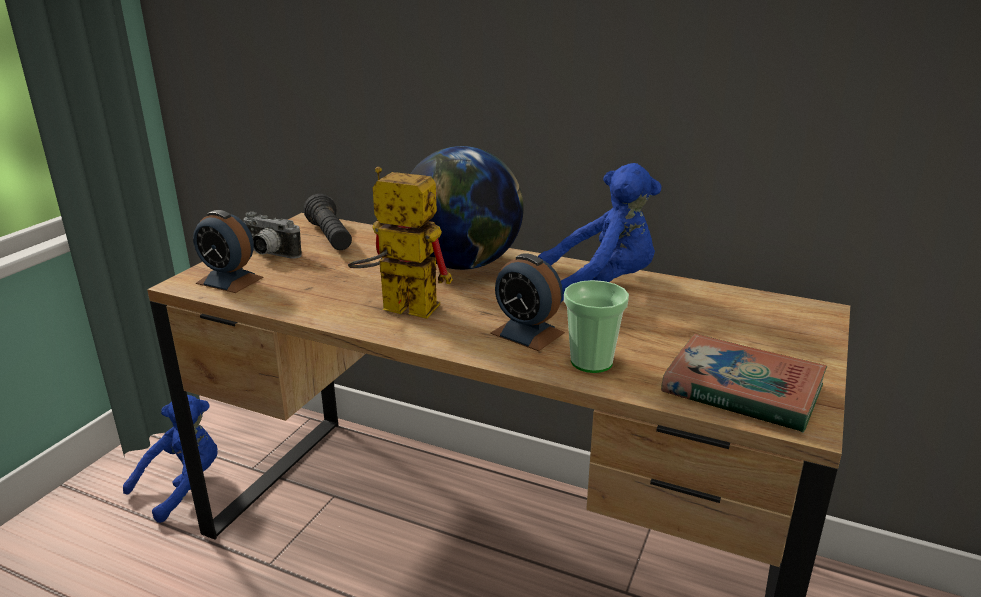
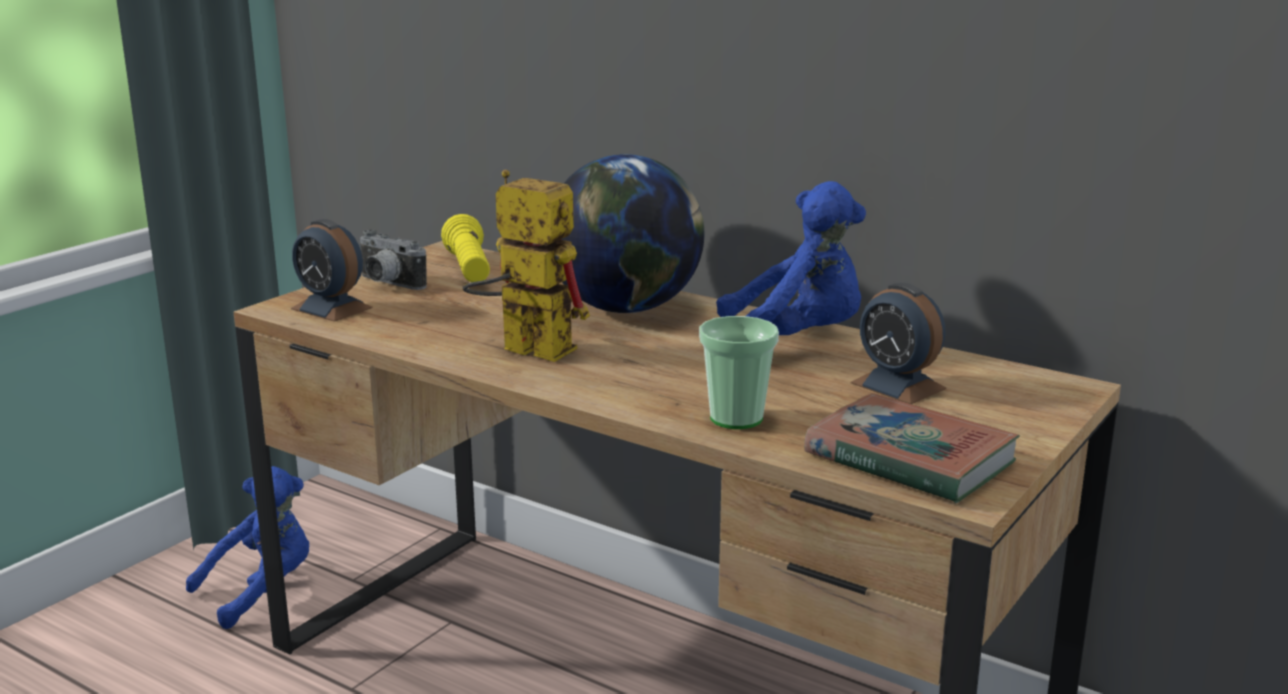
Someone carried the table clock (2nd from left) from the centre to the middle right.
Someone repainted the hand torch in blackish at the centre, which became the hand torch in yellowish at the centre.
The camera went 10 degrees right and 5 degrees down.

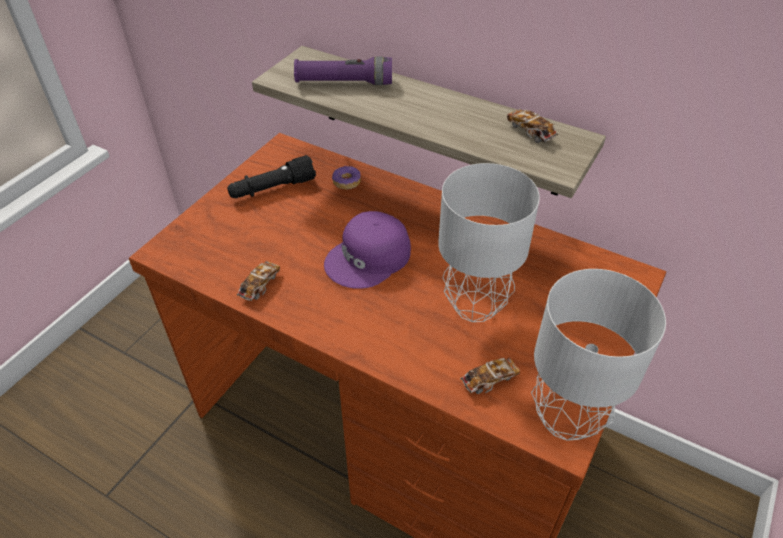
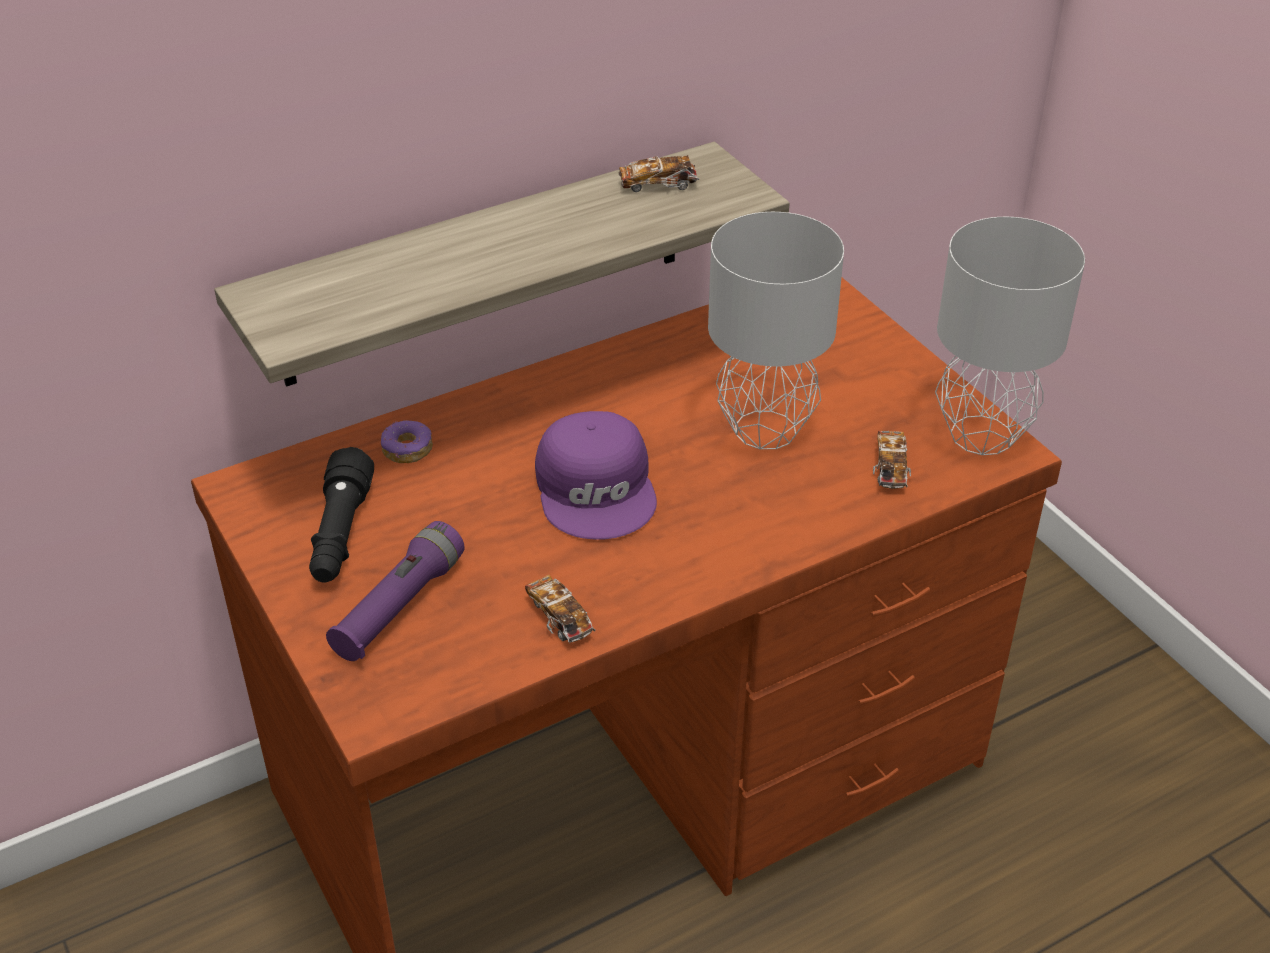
Someone carried the hand torch in purple from the top centre to the middle left.
The camera went 60 degrees left and 5 degrees down.

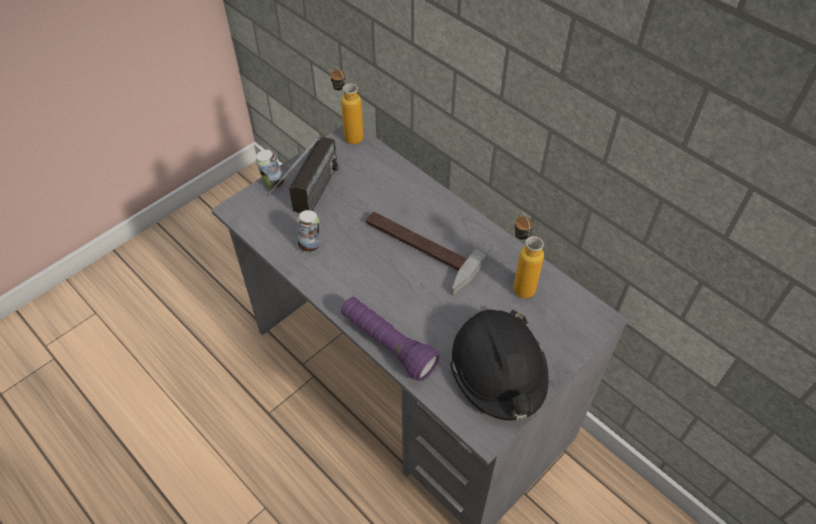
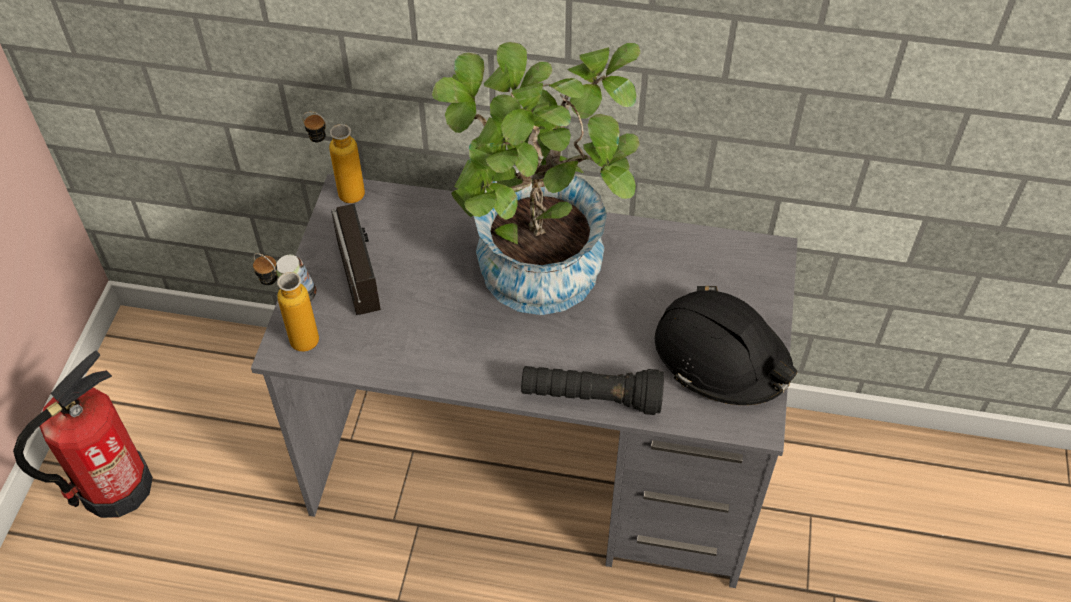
Someone took away the can (2nd from left) at the centre.
Someone put down the extinguisher at the bottom left.
Someone carried the drink bottle (2nd from left in the first image) from the centre to the middle left.
Someone swapped the hammer at the centre for the plant in a pot at the top centre.
Someone repainted the hand torch in purple at the centre, which became the hand torch in blackish at the centre.
The camera went 35 degrees left and 0 degrees up.

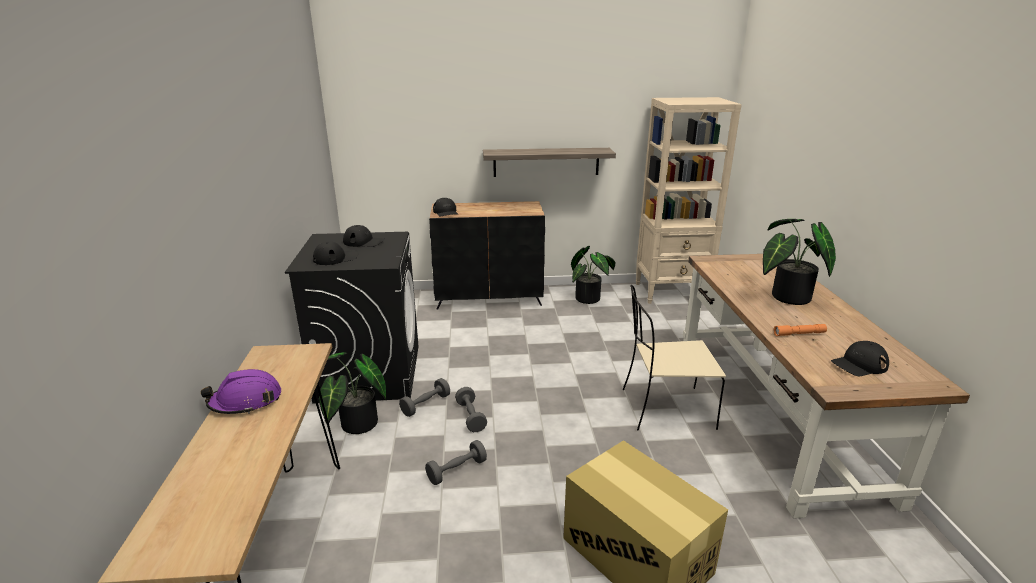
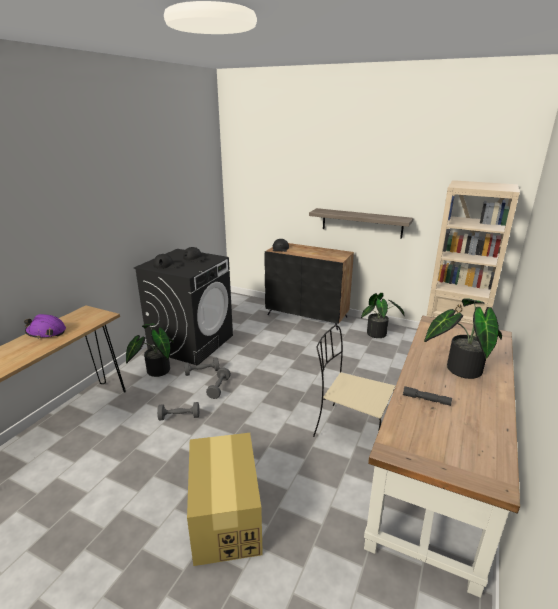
Someone took away the cap in blackish (4th from left) at the middle right.
Someone repainted the hand torch in orange at the middle right, which became the hand torch in grey at the middle right.
The camera went 30 degrees right and 0 degrees up.

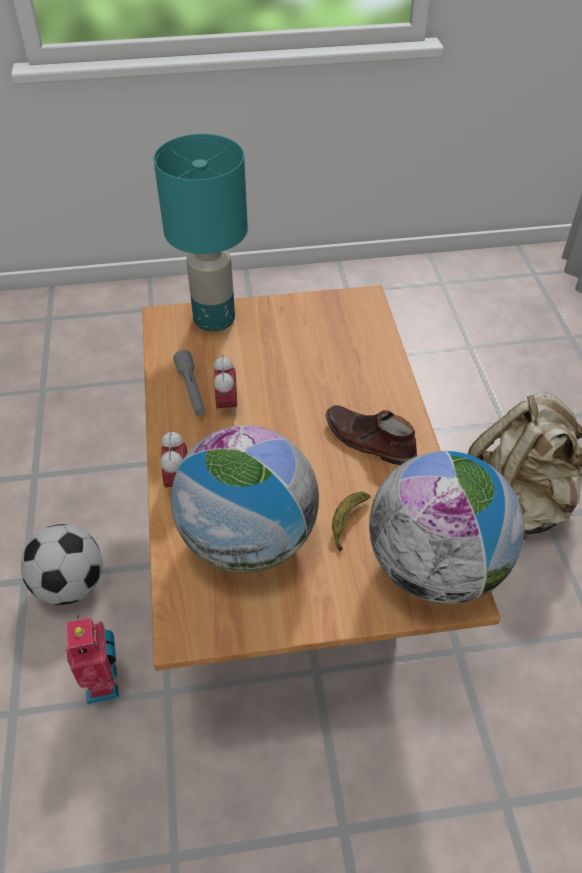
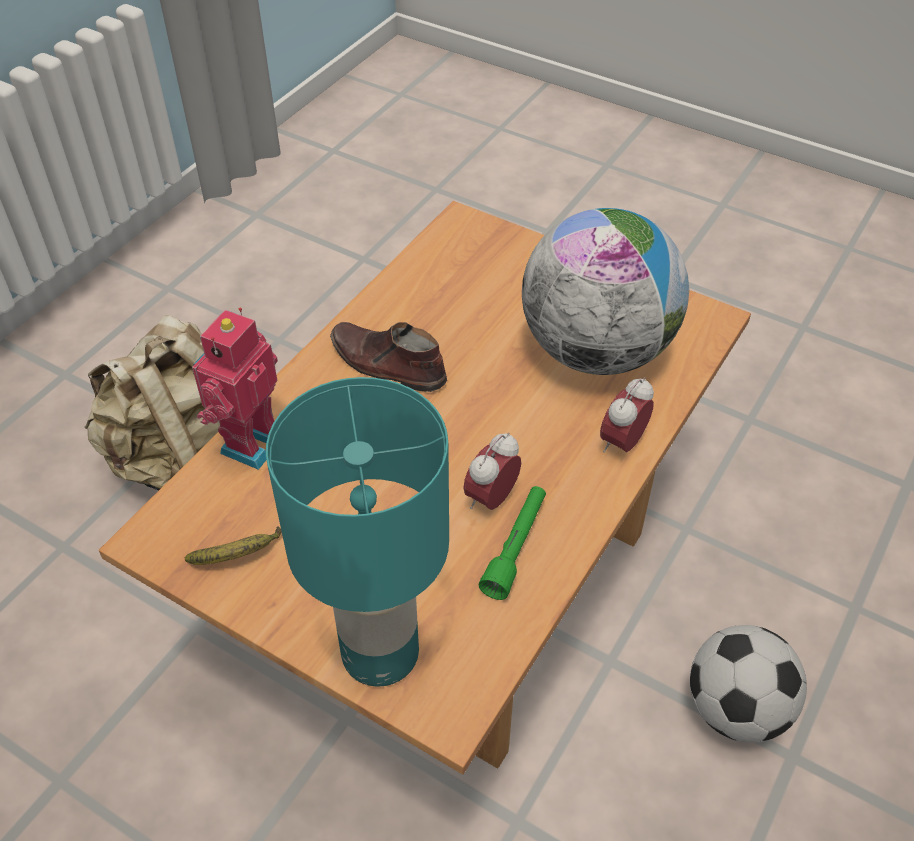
Someone took away the world globe (2nd from left) at the middle right.
Someone carried the model robot from the bottom left to the middle left.
Someone carried the whole banana from the centre to the middle left.
Someone repainted the hand torch in grey at the middle left, which became the hand torch in greenish at the centre.
Someone rotated the low shoe in brownish at the centre by 135 degrees clockwise.
The camera went 140 degrees left and 0 degrees up.

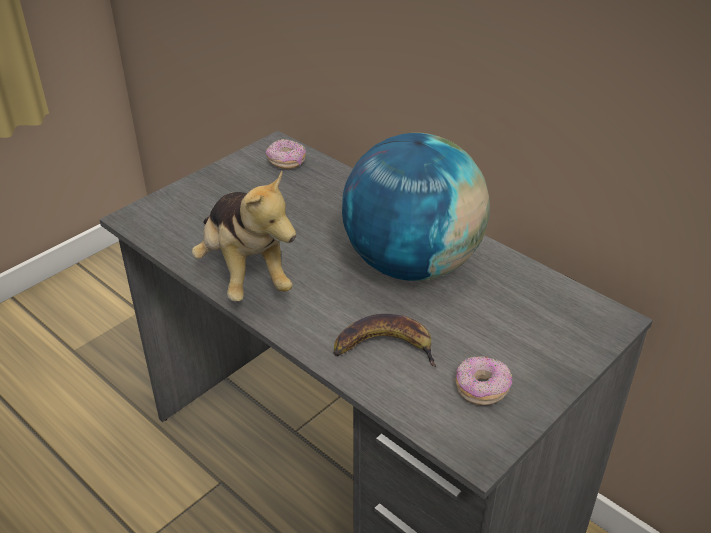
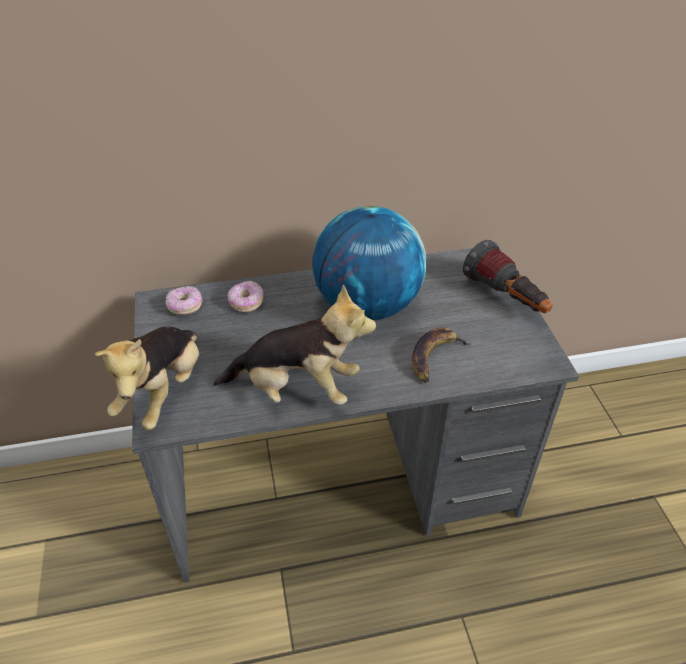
Someone put down the plush toy (1st from left) at the middle left.
Someone put down the hand torch at the middle right.
Someone carried the doughnut (2nd from left) from the bottom right to the centre.
The camera went 55 degrees left and 5 degrees up.

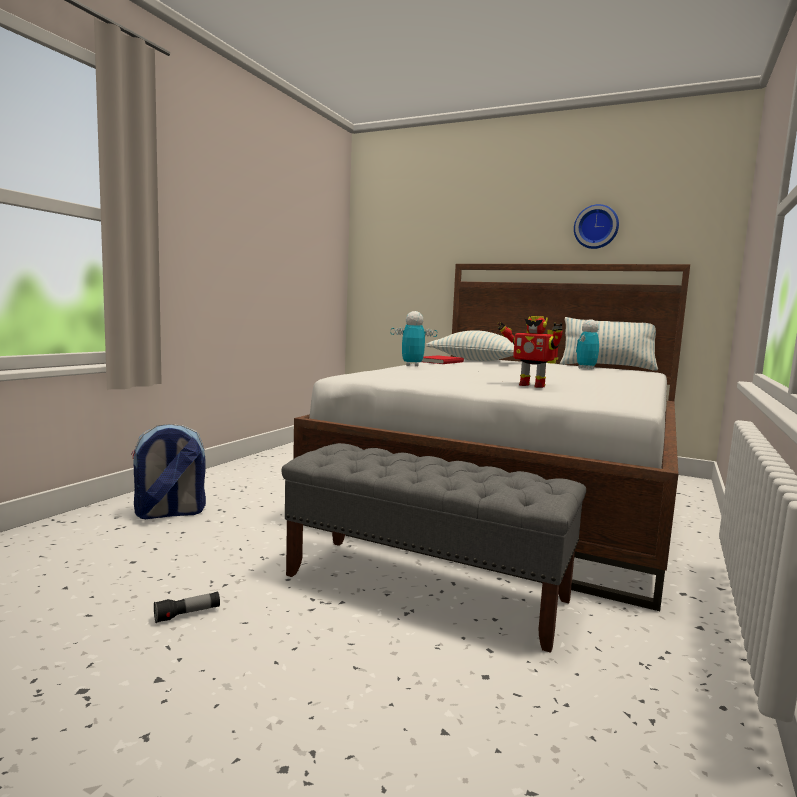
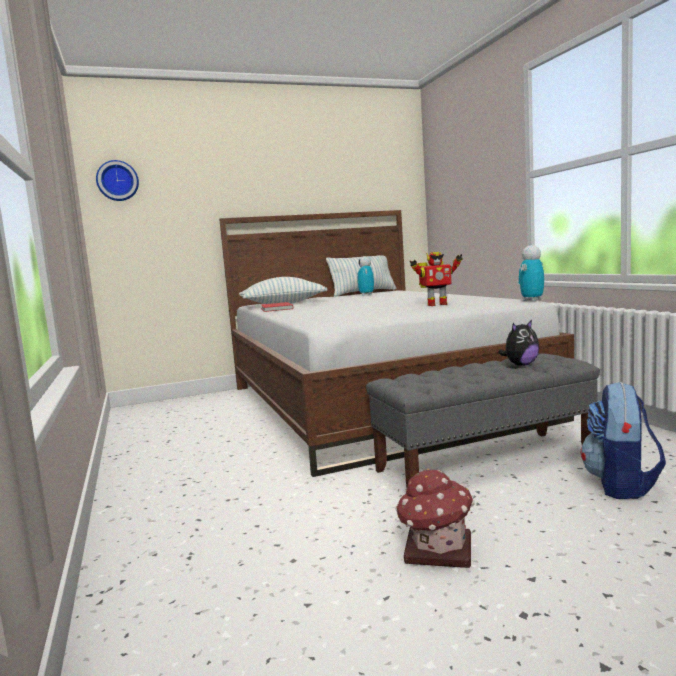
Someone put down the plush toy at the middle right.
Someone carried the backpack from the middle left to the middle right.
Someone carried the model robot (1st from left in the first image) from the centre to the middle right.
Someone carried the clock on the wall from the top right to the top left.
Someone swapped the hand torch at the bottom left for the model house at the bottom centre.
The camera went 45 degrees left and 0 degrees up.

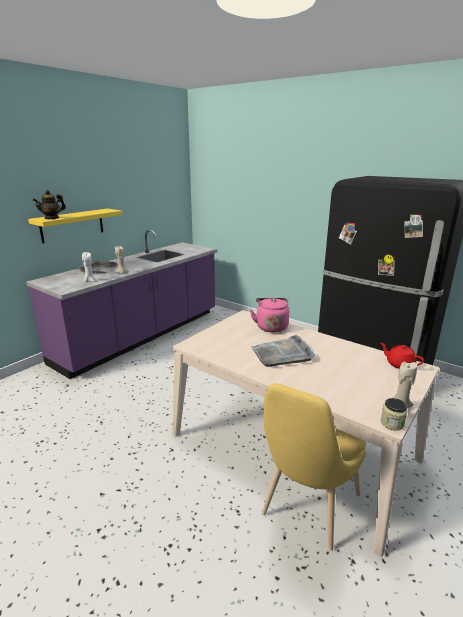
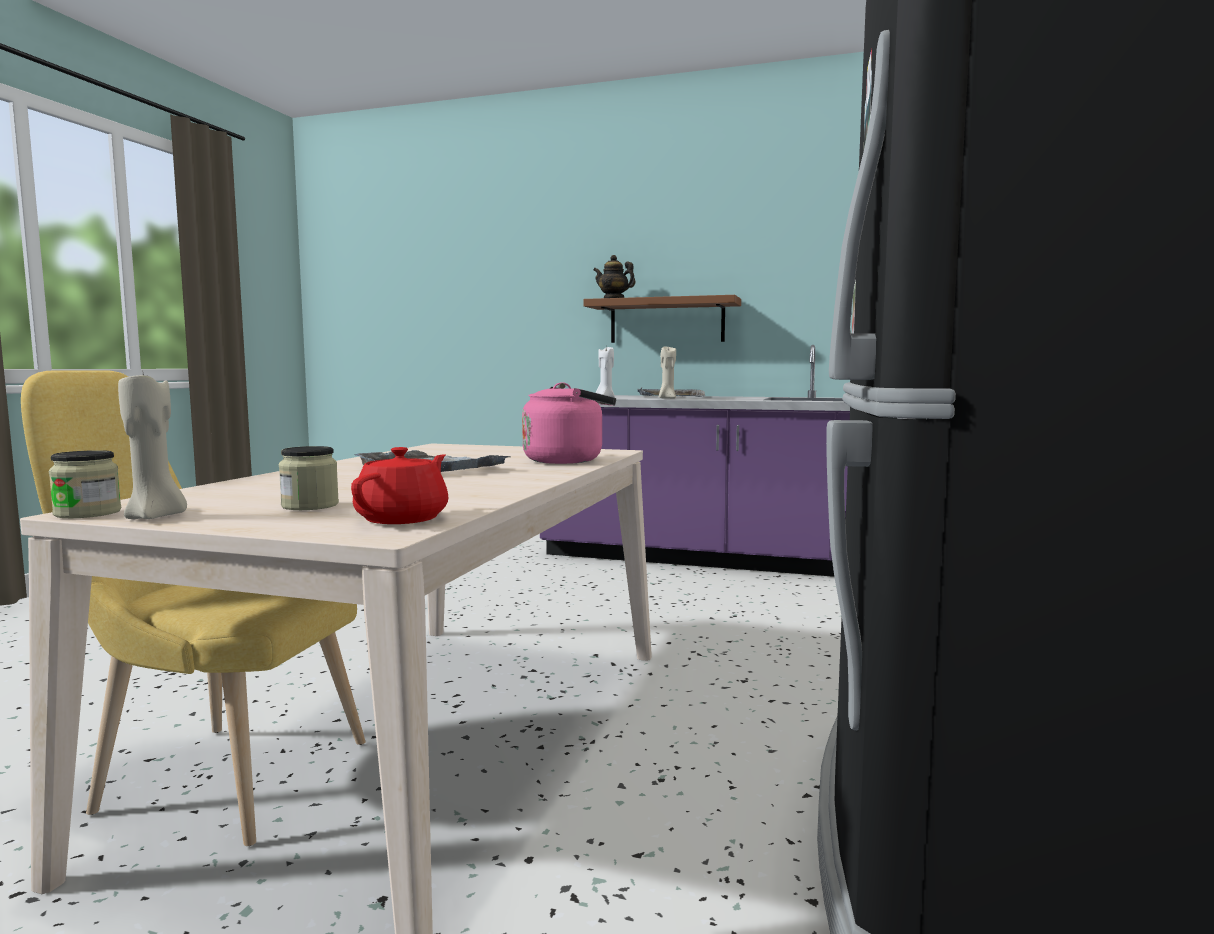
Someone put down the jar (2nd from left) at the middle left.
Someone repainted the shelf in yellowish at the middle left, which became the shelf in brownish at the centre.
The camera went 70 degrees right and 15 degrees down.

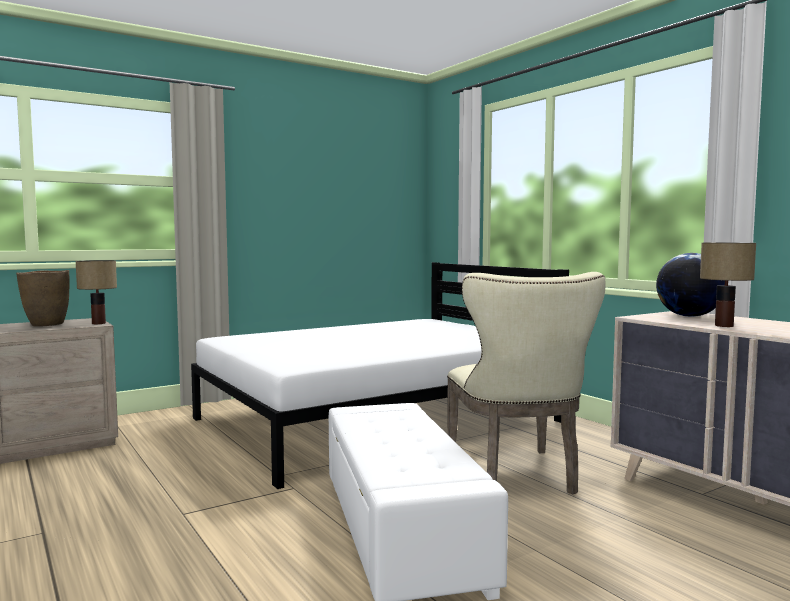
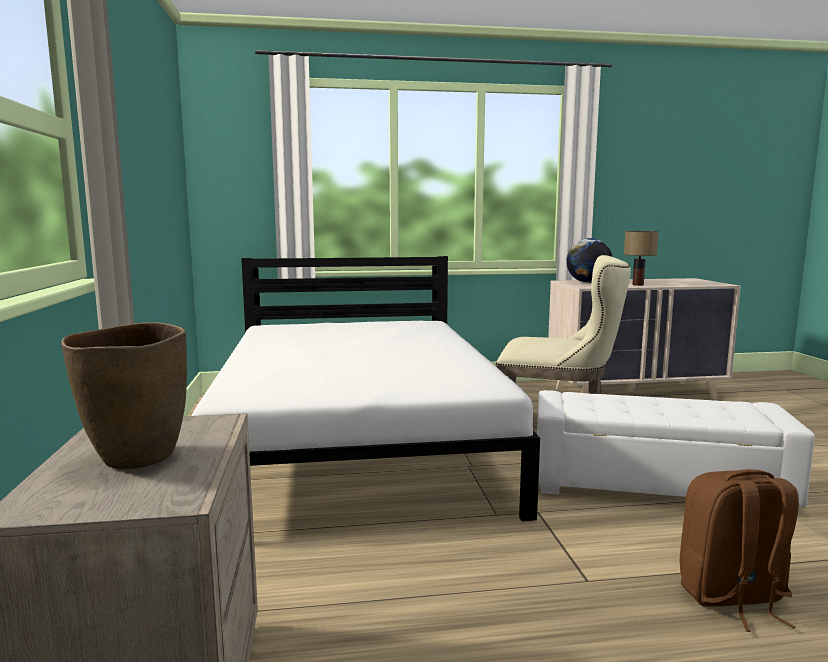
Someone took away the tabletop lamp (1st from left) at the middle left.
Someone put down the backpack in brownish at the bottom right.
The camera went 65 degrees left and 5 degrees up.

